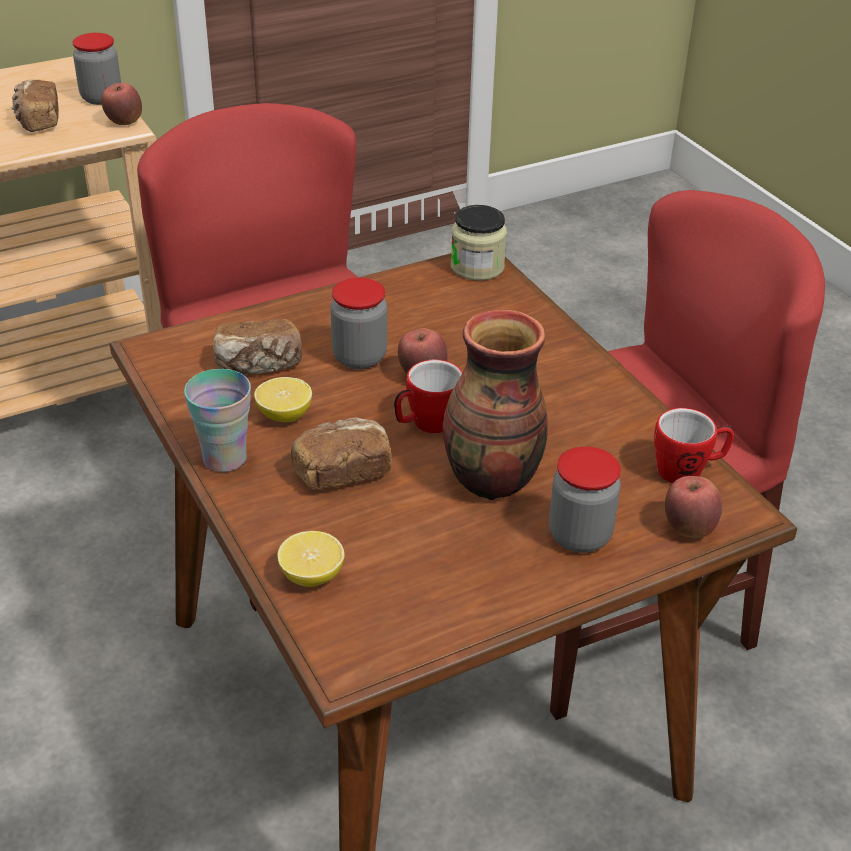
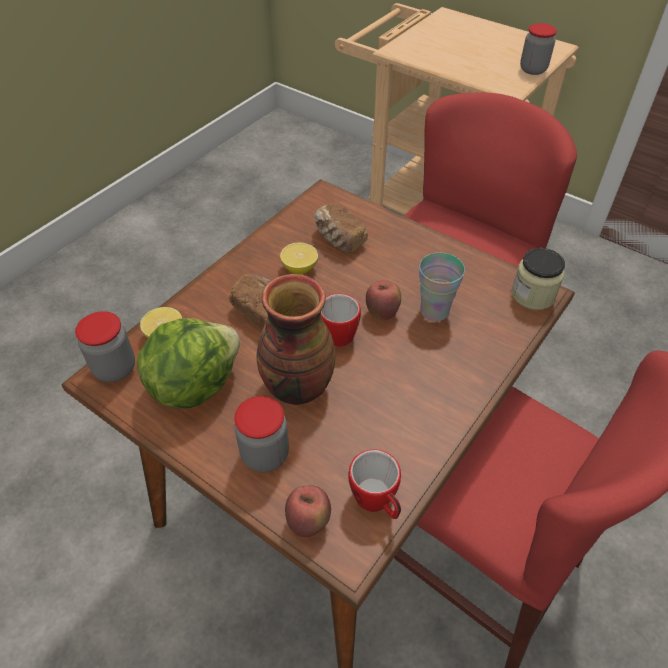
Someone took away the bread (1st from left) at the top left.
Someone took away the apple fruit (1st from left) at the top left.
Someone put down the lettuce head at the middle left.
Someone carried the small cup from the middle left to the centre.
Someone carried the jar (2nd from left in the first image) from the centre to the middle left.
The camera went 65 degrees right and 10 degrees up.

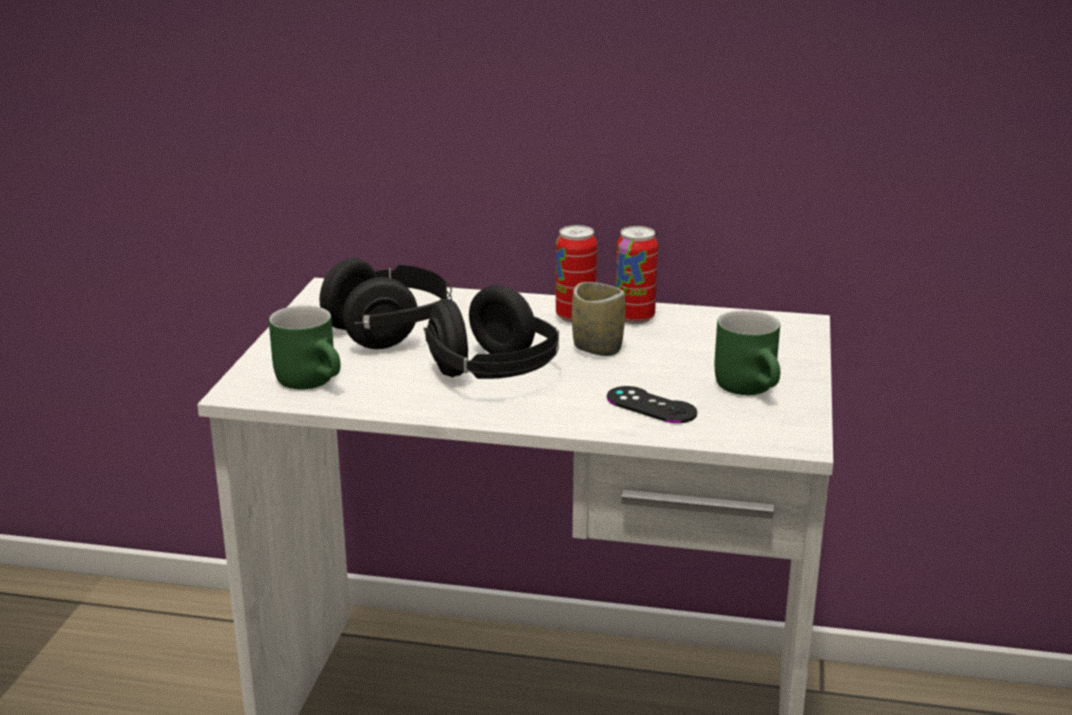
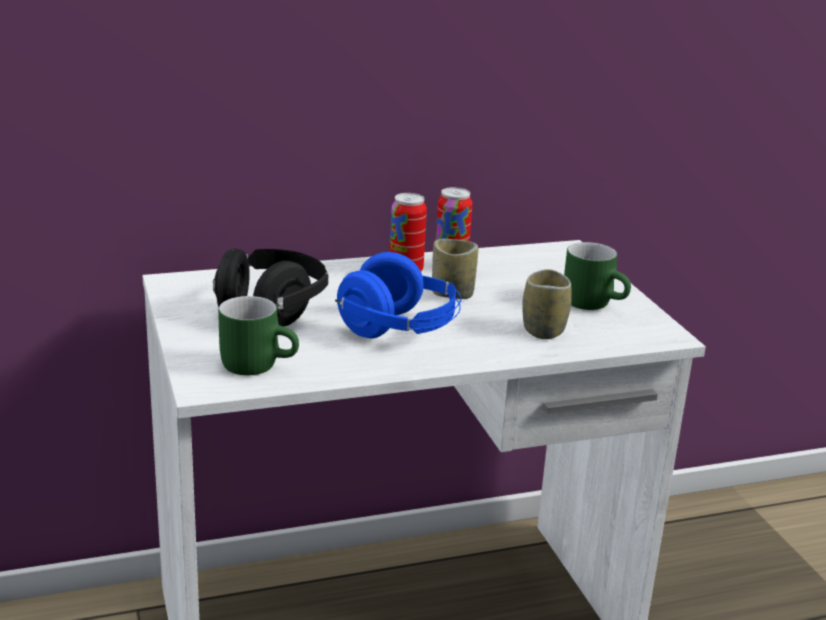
Someone swapped the gamepad in blackish at the centre for the small cup (2nd from left) at the centre.
Someone repainted the headphones in blackish (2nd from left) at the centre, which became the headphones in blue-coloured at the centre.
The camera went 30 degrees left and 0 degrees up.

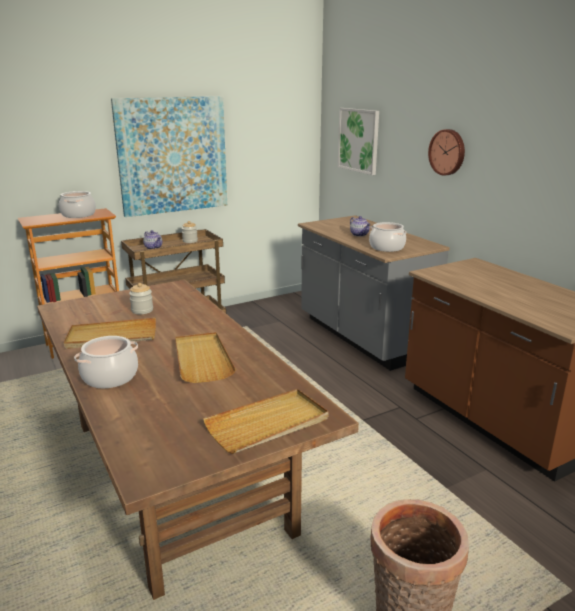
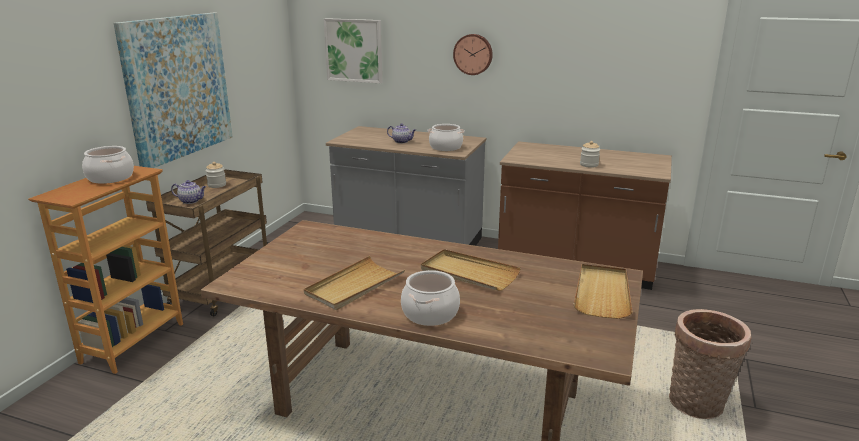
Someone carried the jar (1st from left in the first image) from the middle left to the middle right.
The camera went 40 degrees left and 0 degrees up.

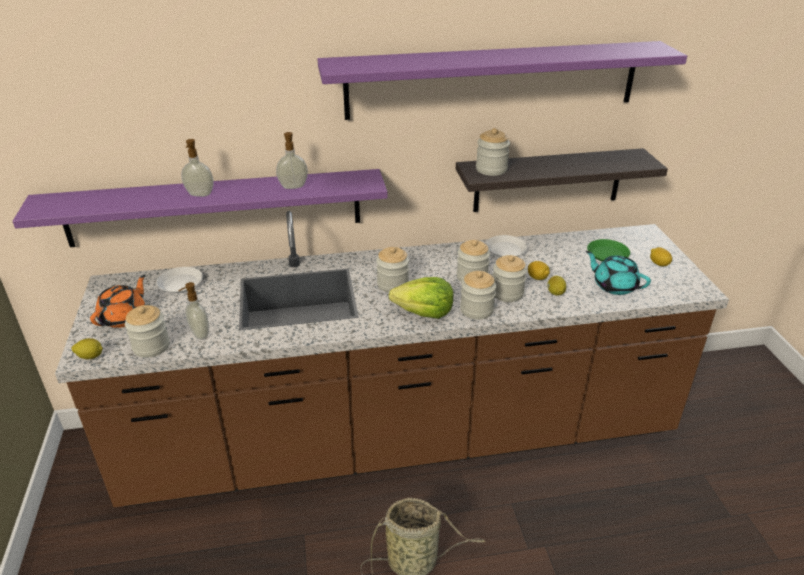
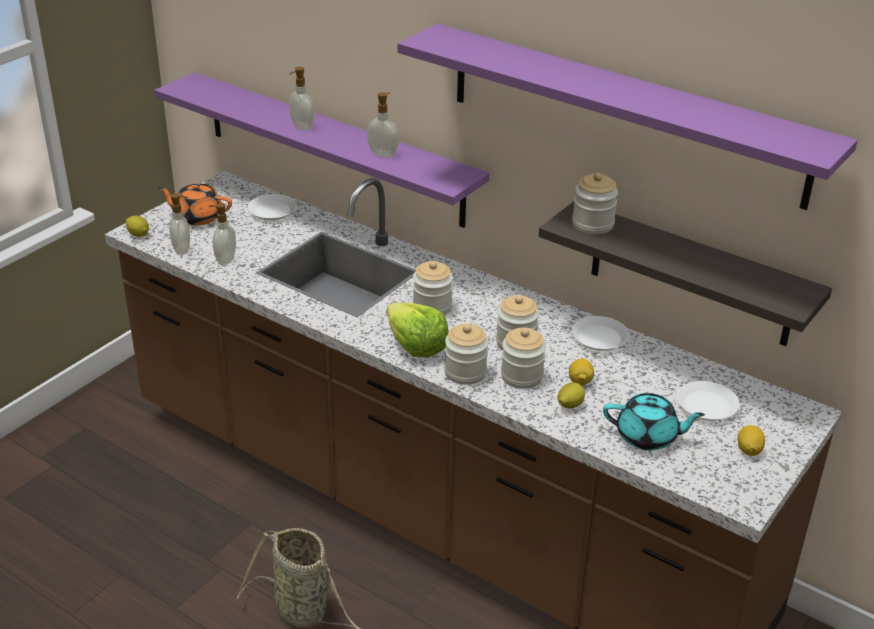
Someone swapped the jar (1st from left) at the middle left for the liquid soap bottle (1st from left) at the middle left.
Someone repainted the plate in greenish at the middle right, which became the plate in white (3rd from left) at the middle right.
Someone rotated the pot for tea in orange at the middle left by 150 degrees counterclockwise.
Someone rotated the pot for tea in turquoise-coloured at the middle right by 105 degrees clockwise.
The camera went 45 degrees right and 0 degrees up.

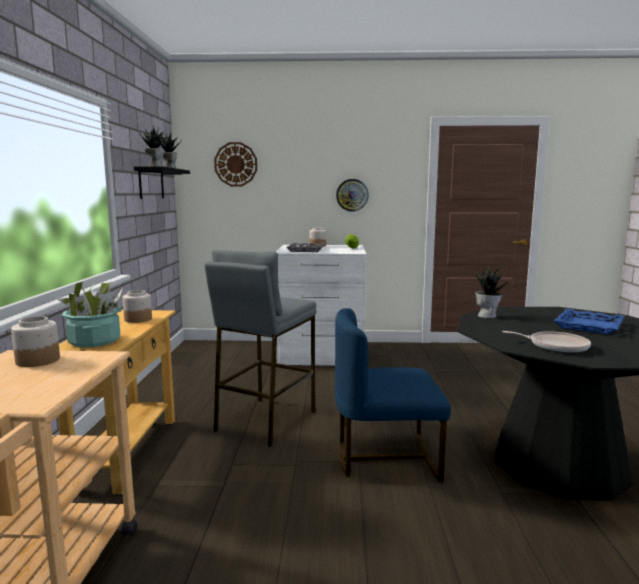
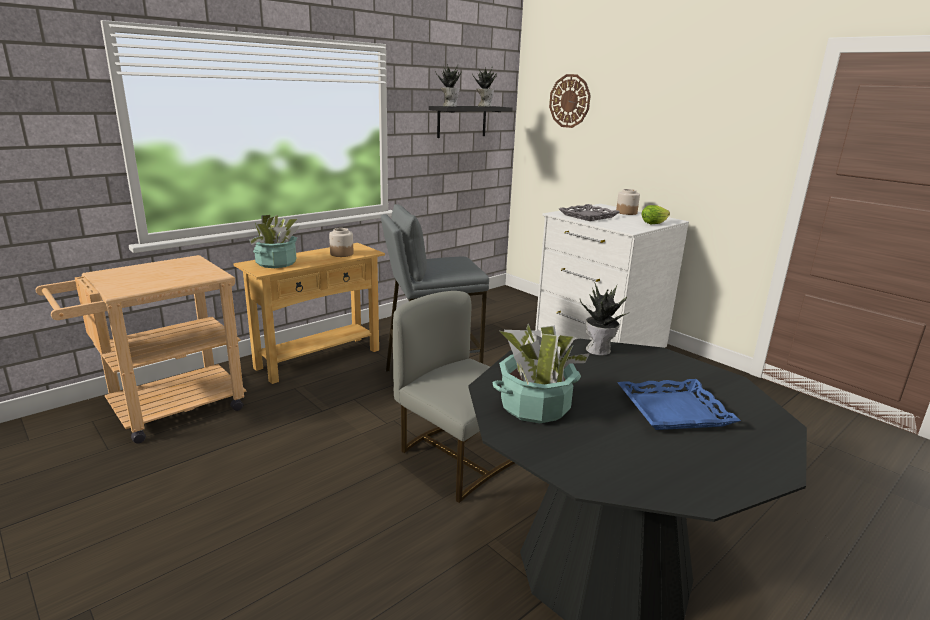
Someone took away the jar (1st from left) at the middle left.
Someone took away the clock on the wall (2nd from left) at the centre.
Someone swapped the skillet at the middle right for the plant in a pot (4th from left) at the centre.
Someone repainted the chair in blue-coloured at the bottom centre, which became the chair in grey at the centre.
The camera went 45 degrees right and 10 degrees up.

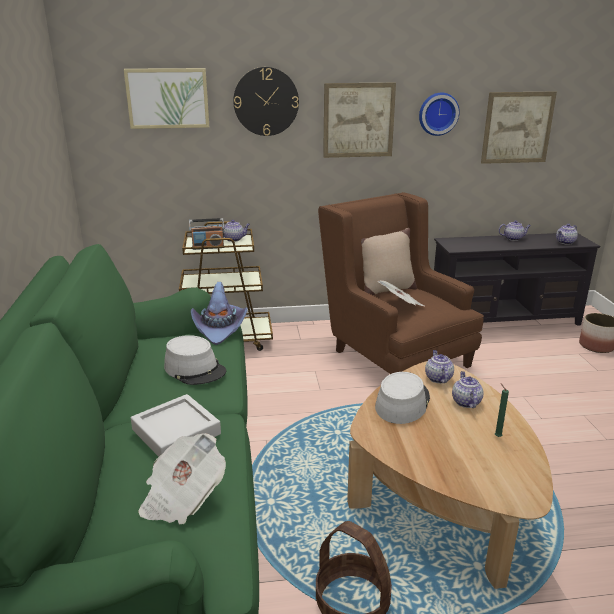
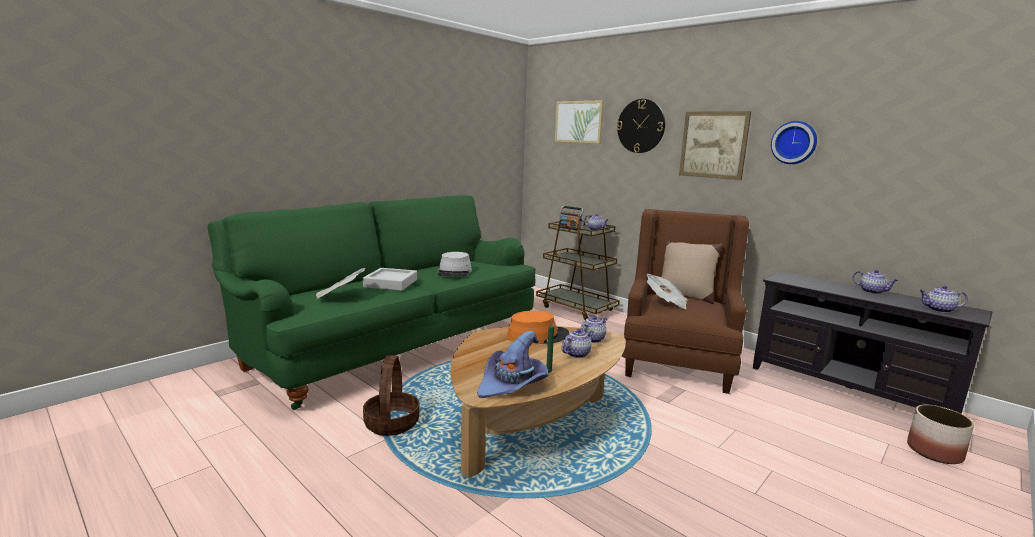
Someone took away the wall picture (3rd from left) at the top right.
Someone carried the wearable hat in purple from the centre to the bottom centre.
Someone repainted the wearable hat in grey (2nd from left) at the centre, which became the wearable hat in orange at the centre.
The camera went 50 degrees right and 10 degrees down.

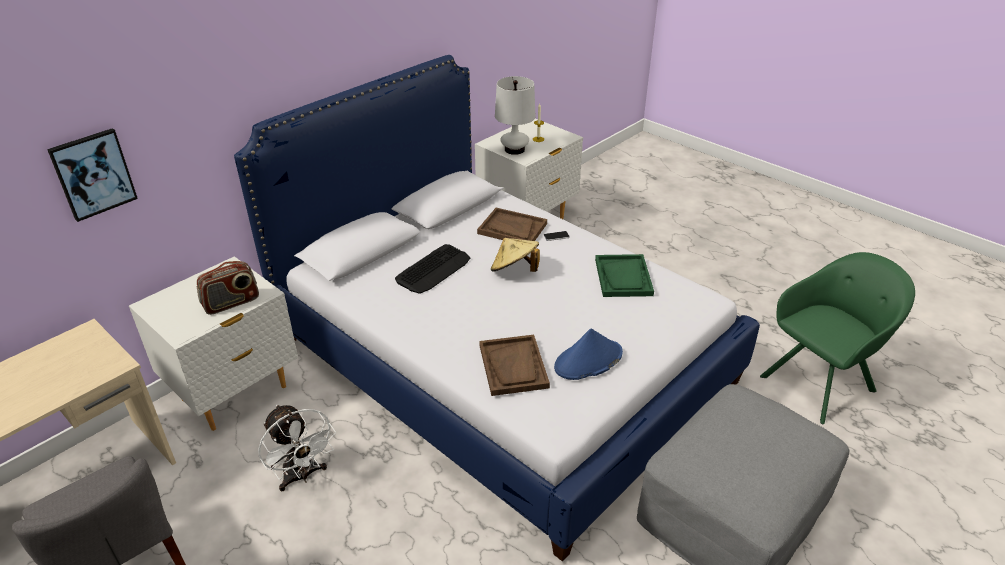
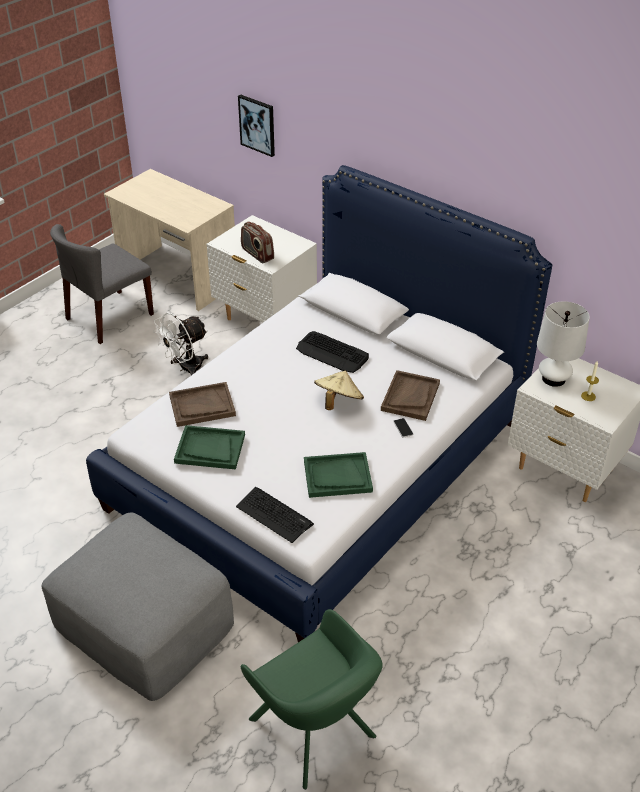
Someone put down the keyboard (1st from left) at the centre.
Someone swapped the wearable hat in blue-coloured at the centre for the carrying tray in greenish (1st from left) at the middle left.
The camera went 85 degrees right and 5 degrees up.

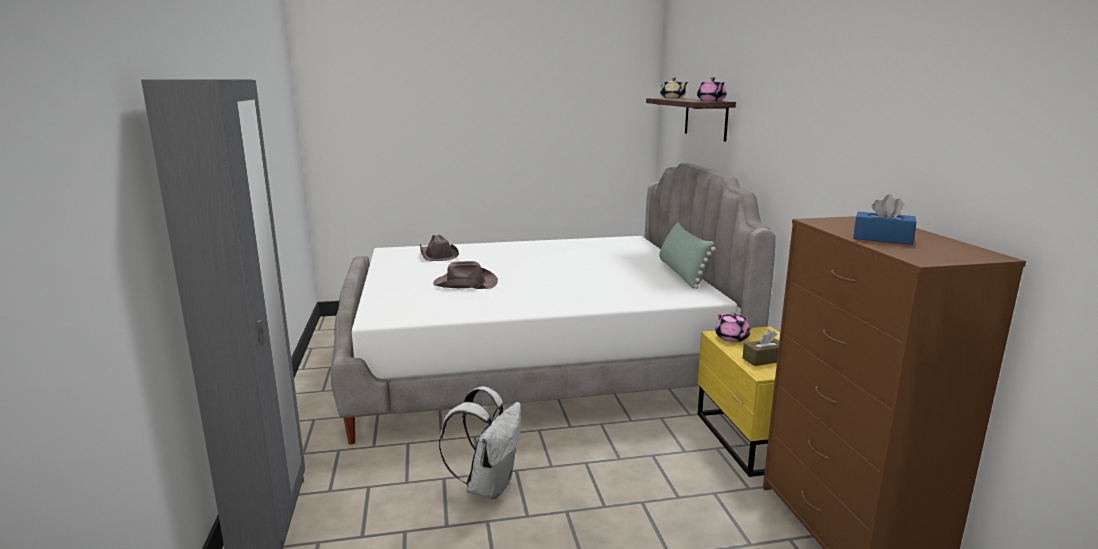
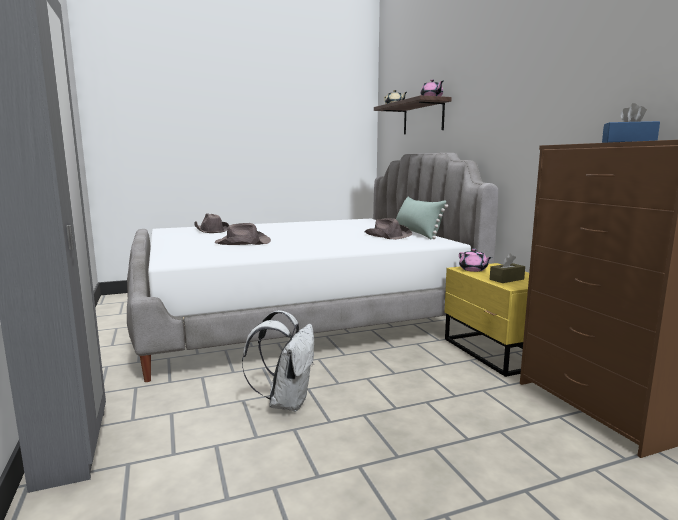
Someone put down the wearable hat in brownish (3rd from left) at the centre.
The camera went 10 degrees left and 5 degrees down.

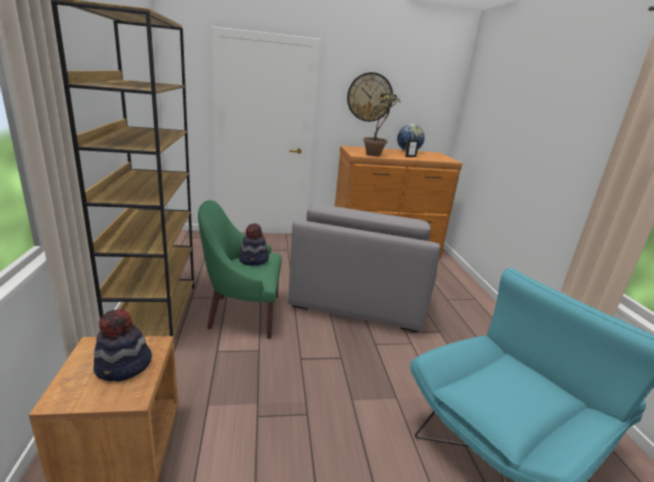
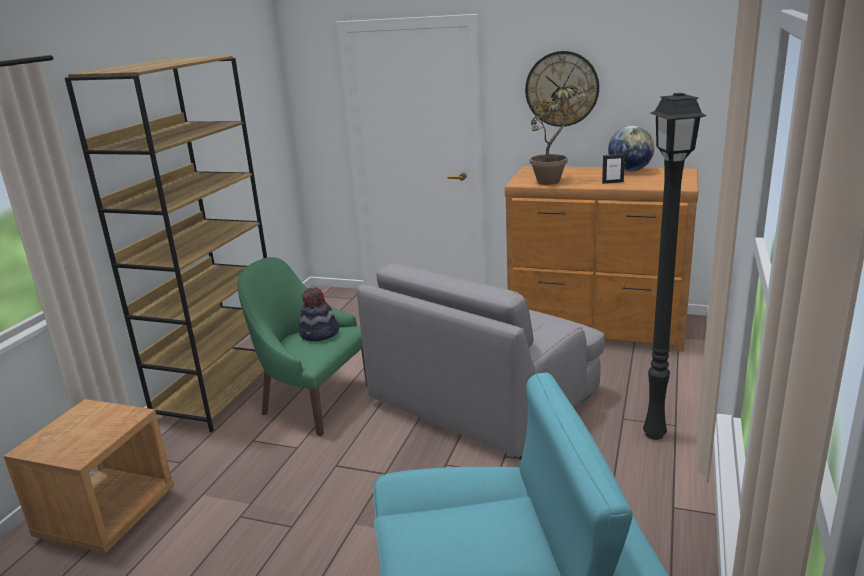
Someone took away the wearable hat (1st from left) at the bottom left.
Someone put down the standard lamp in blackish at the middle right.
The camera went 30 degrees right and 0 degrees up.

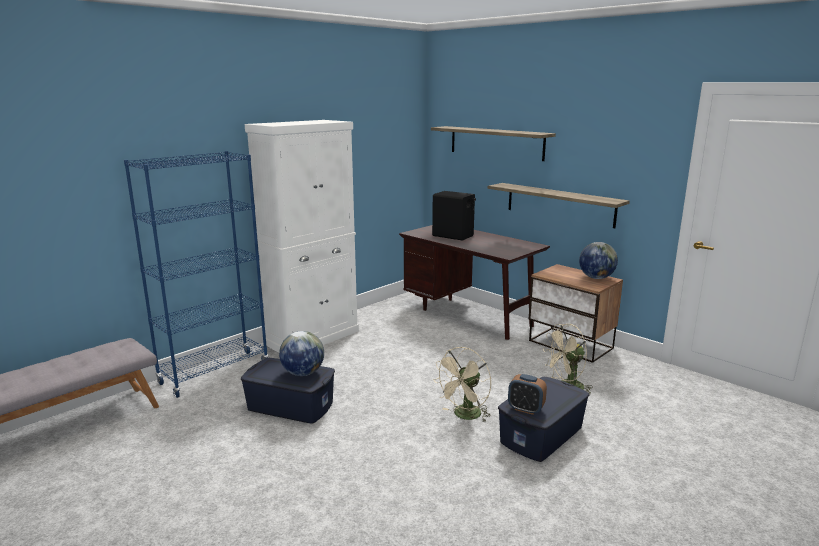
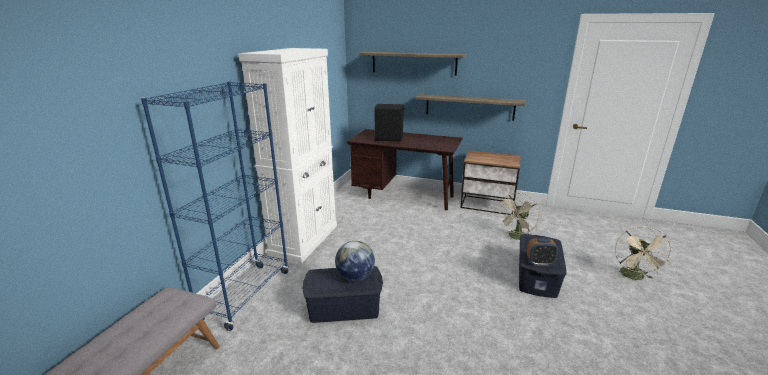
Someone took away the world globe (2nd from left) at the middle right.
Someone carried the cooling fan in beige (1st from left in the first image) from the bottom centre to the bottom right.
The camera went 25 degrees left and 5 degrees up.

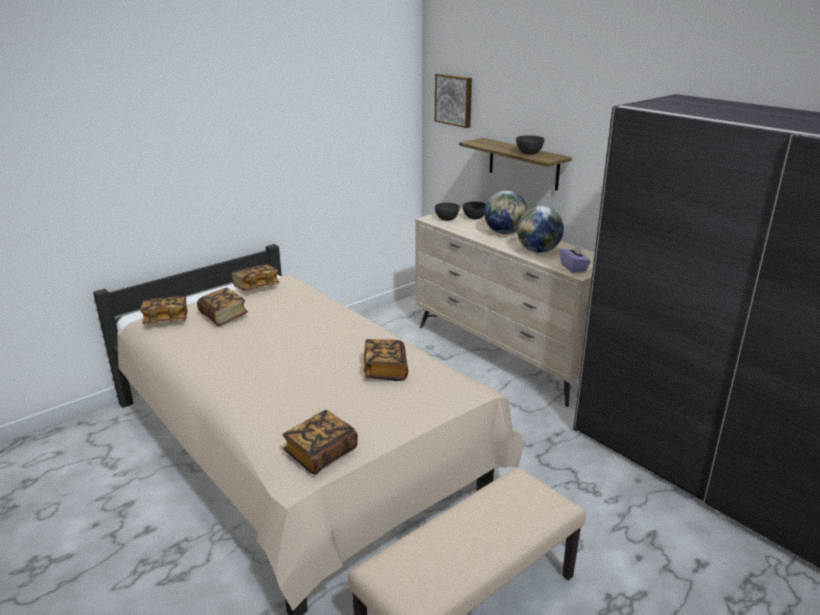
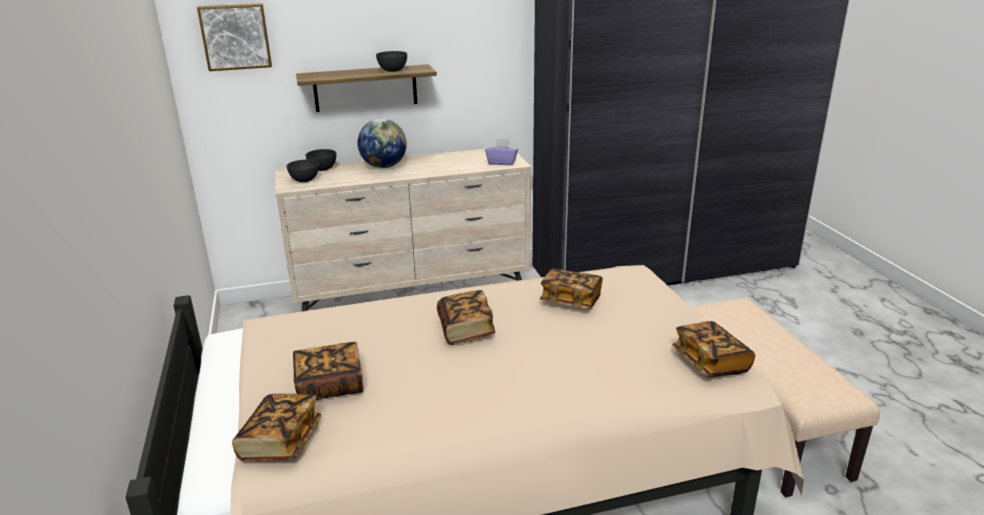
Someone took away the world globe (2nd from left) at the centre.
Someone carried the volume (3rd from left) from the middle left to the centre.
The camera went 65 degrees left and 0 degrees up.

